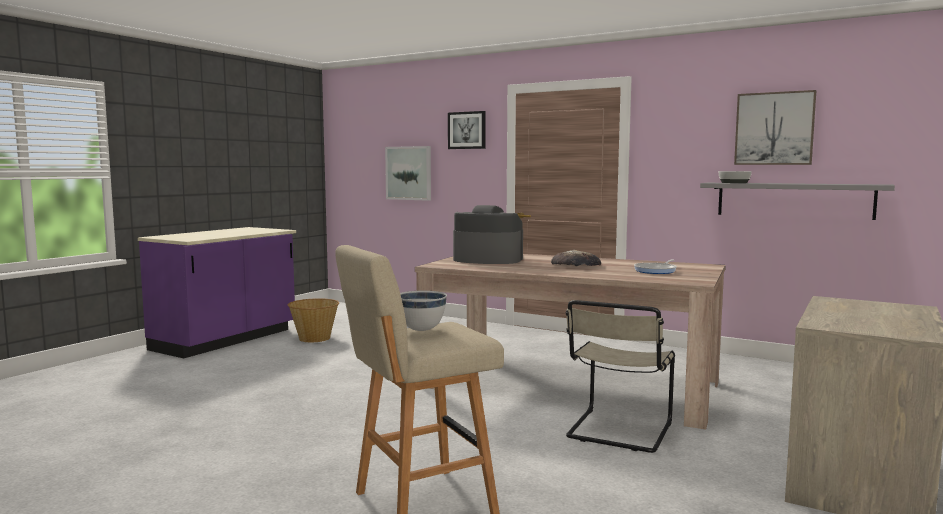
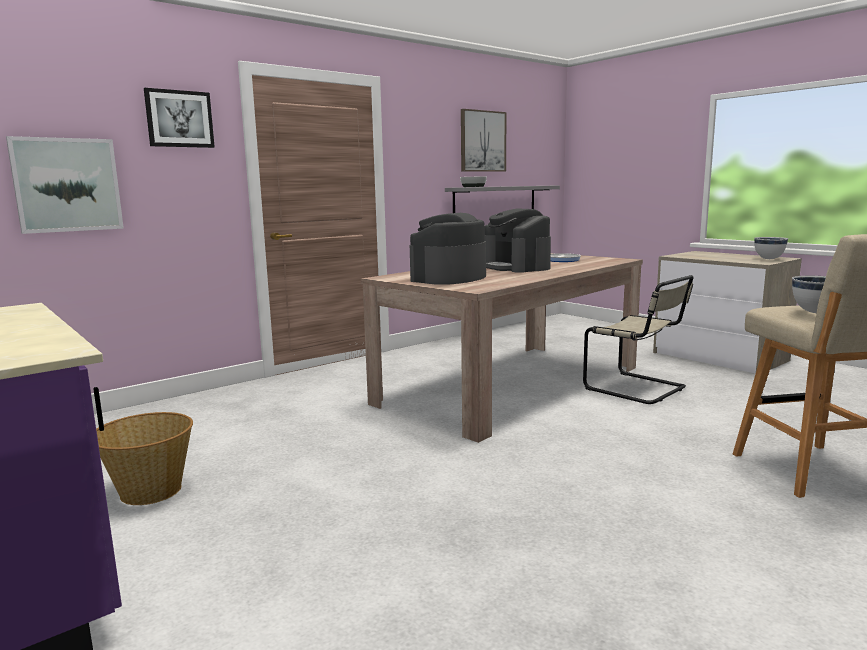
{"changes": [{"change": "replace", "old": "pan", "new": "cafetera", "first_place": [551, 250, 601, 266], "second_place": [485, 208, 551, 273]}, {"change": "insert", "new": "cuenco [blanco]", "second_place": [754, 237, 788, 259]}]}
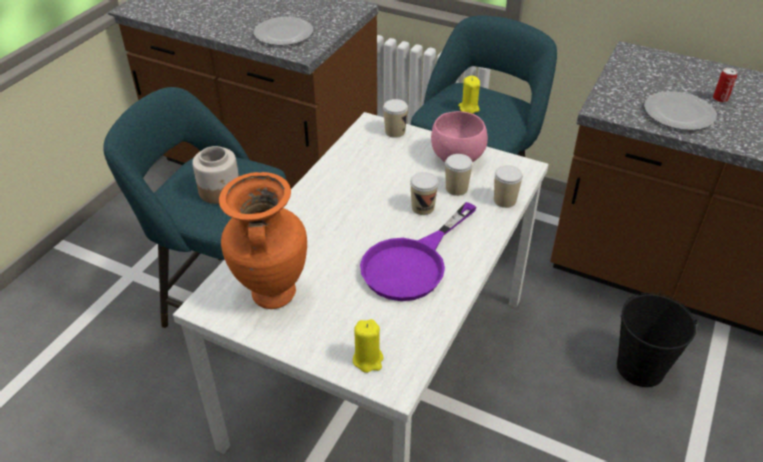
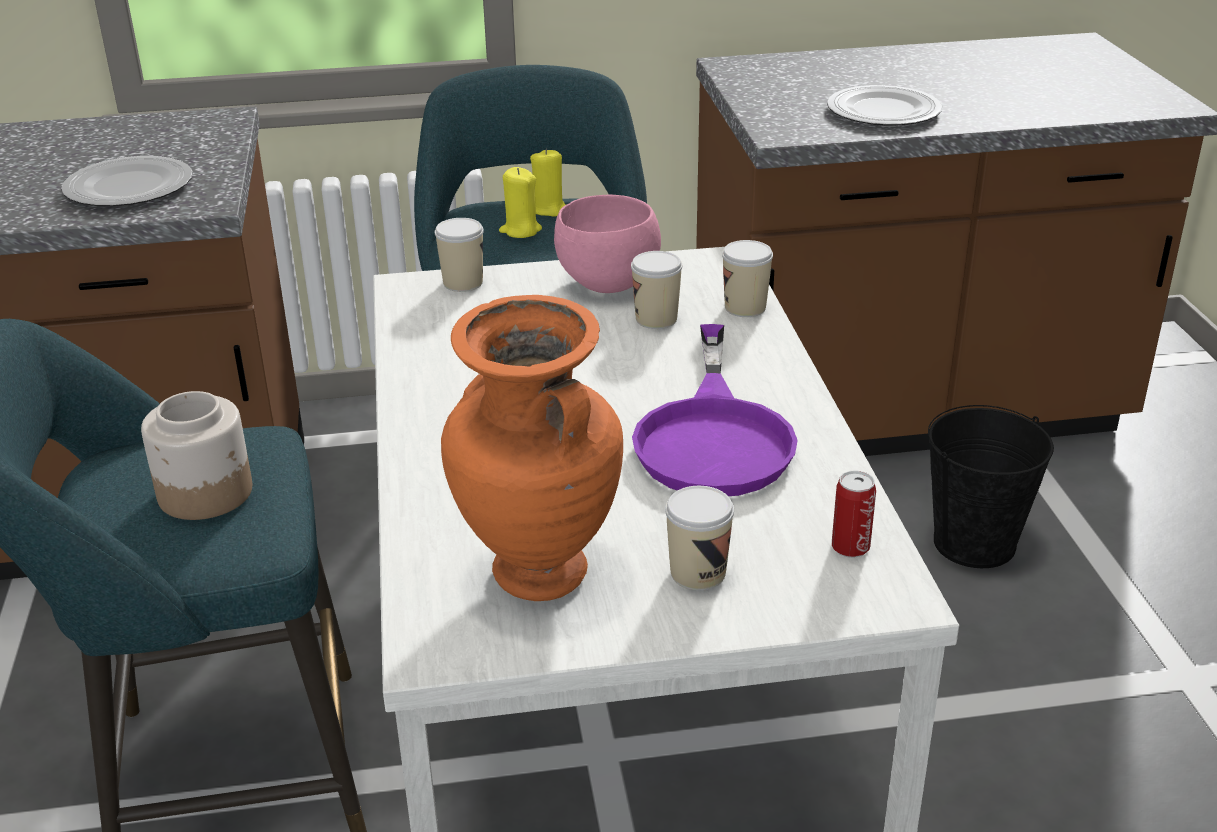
{"changes": [{"change": "move", "old": "lata", "first_place": [713, 68, 738, 103], "second_place": [832, 471, 876, 558]}, {"change": "move", "old": "taza", "first_place": [410, 172, 438, 215], "second_place": [665, 486, 734, 590]}, {"change": "move", "old": "vela [amarillo]", "first_place": [353, 319, 383, 373], "second_place": [530, 148, 566, 217]}]}
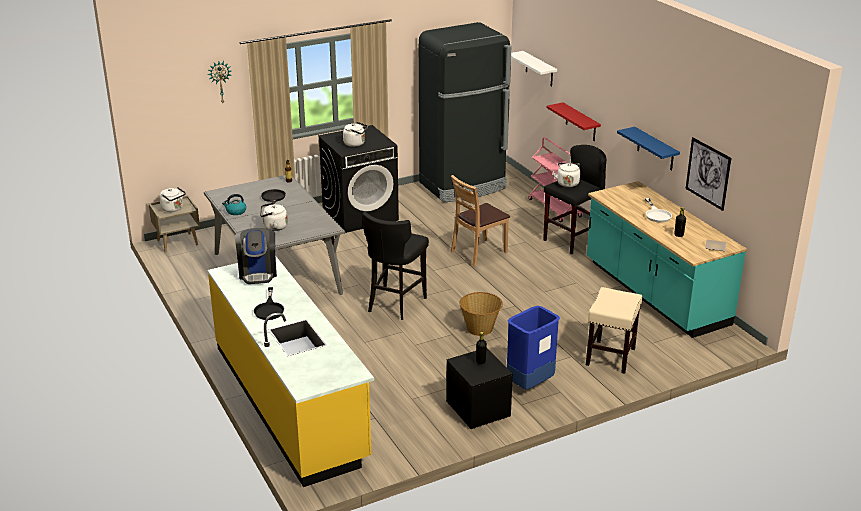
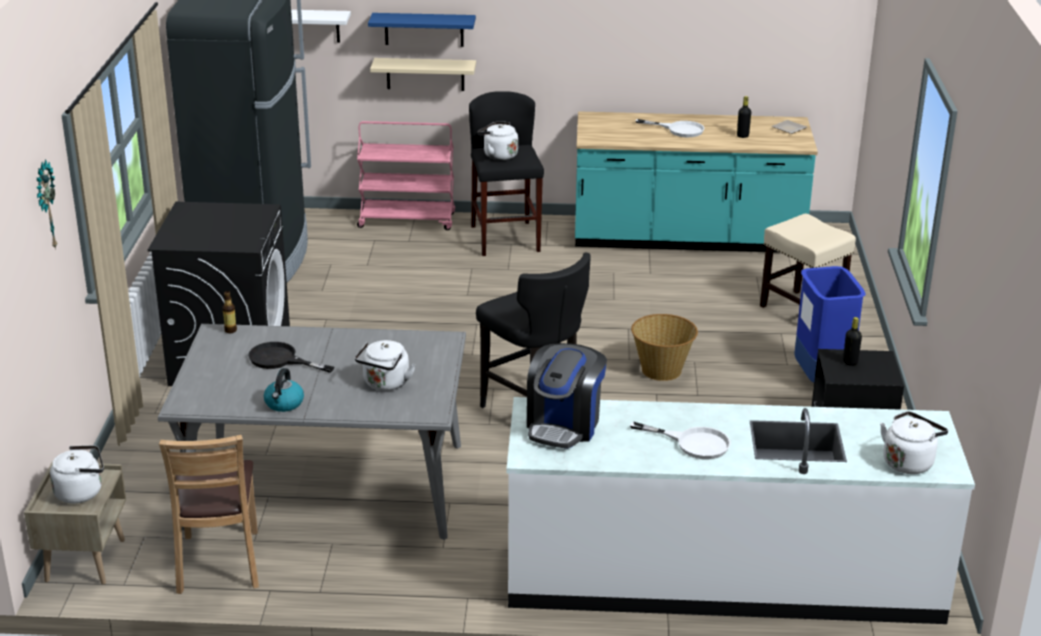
{"changes": [{"change": "recolor", "old": "estante [rojo]", "new": "estante [beis]", "first_place": [547, 102, 601, 141], "second_place": [370, 58, 476, 91]}, {"change": "move", "old": "hervidor [blanco]", "first_place": [343, 122, 368, 147], "second_place": [880, 411, 948, 474]}, {"change": "move", "old": "estante [azul]", "first_place": [617, 127, 680, 171], "second_place": [368, 13, 476, 47]}, {"change": "delete", "old": "cuadro", "first_place": [686, 137, 731, 211]}, {"change": "move", "old": "silla [marrón]", "first_place": [451, 175, 510, 266], "second_place": [159, 435, 259, 594]}, {"change": "rotate", "old": "cafetera", "first_place": [235, 228, 277, 284], "second_place": [527, 343, 607, 449], "degrees": 90}, {"change": "recolor", "old": "mueble bajo de cocina [amarillo]", "new": "mueble bajo de cocina [blanco]", "first_place": [207, 257, 374, 487], "second_place": [507, 397, 975, 624]}, {"change": "recolor", "old": "sartén [negro]", "new": "sartén [blanco]", "first_place": [254, 287, 284, 320], "second_place": [630, 422, 731, 459]}]}
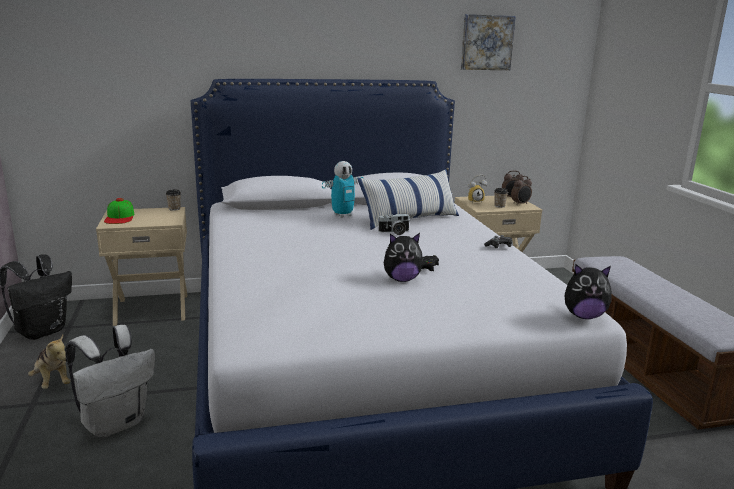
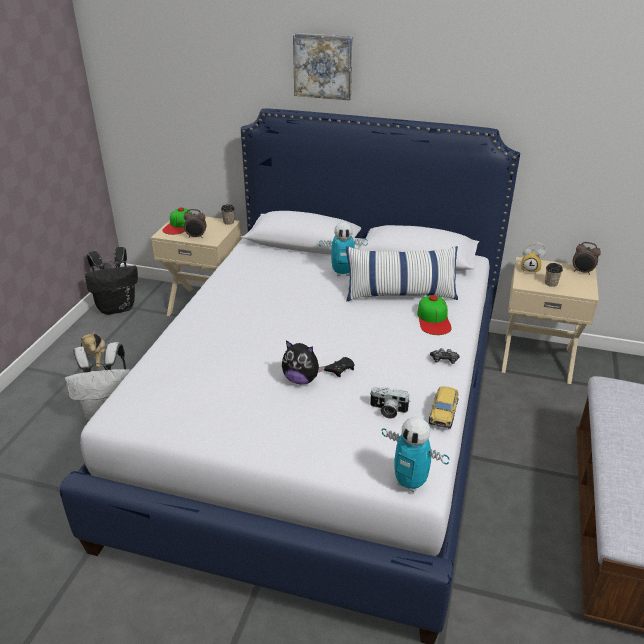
{"changes": [{"change": "move", "old": "cuadro", "first_place": [461, 14, 516, 70], "second_place": [293, 33, 353, 100]}, {"change": "move", "old": "despertador", "first_place": [511, 176, 532, 205], "second_place": [184, 209, 206, 238]}, {"change": "move", "old": "cámara", "first_place": [378, 214, 409, 235], "second_place": [369, 387, 410, 419]}, {"change": "replace", "old": "peluche", "new": "robot de juguete", "first_place": [565, 264, 611, 319], "second_place": [382, 417, 449, 492]}, {"change": "insert", "new": "gorra", "second_place": [417, 295, 452, 335]}, {"change": "insert", "new": "coche de juguete", "second_place": [429, 386, 459, 429]}]}
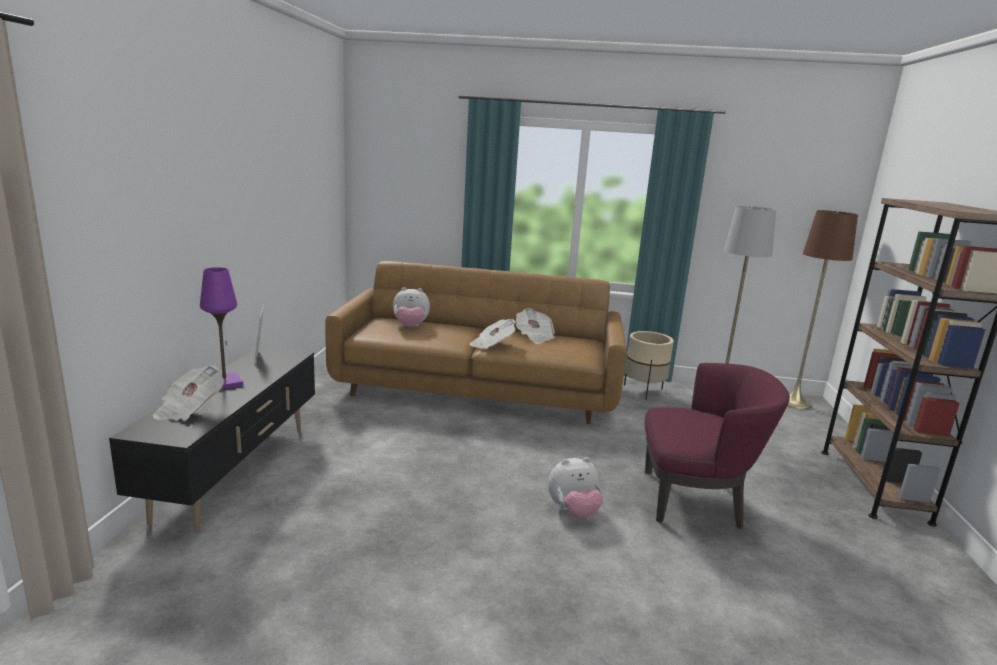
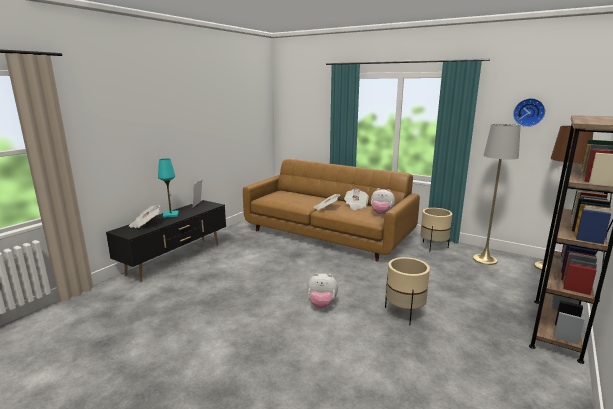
{"changes": [{"change": "recolor", "old": "lámpara de mesa [morado]", "new": "lámpara de mesa [turquesa]", "first_place": [200, 267, 243, 390], "second_place": [158, 158, 179, 218]}, {"change": "move", "old": "peluche", "first_place": [393, 287, 430, 327], "second_place": [371, 188, 395, 214]}, {"change": "replace", "old": "sillón [morado]", "new": "maceta [beis]", "first_place": [645, 363, 790, 529], "second_place": [385, 257, 430, 325]}, {"change": "insert", "new": "reloj de pared", "second_place": [513, 98, 545, 127]}]}
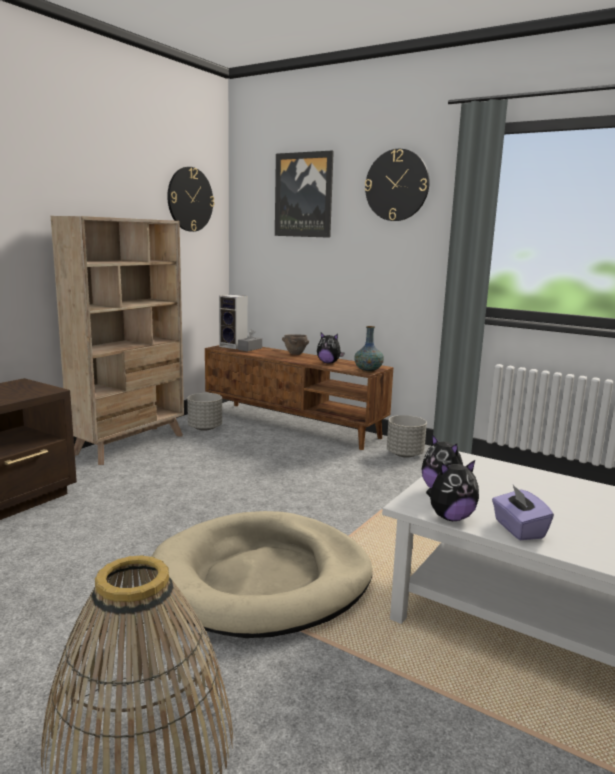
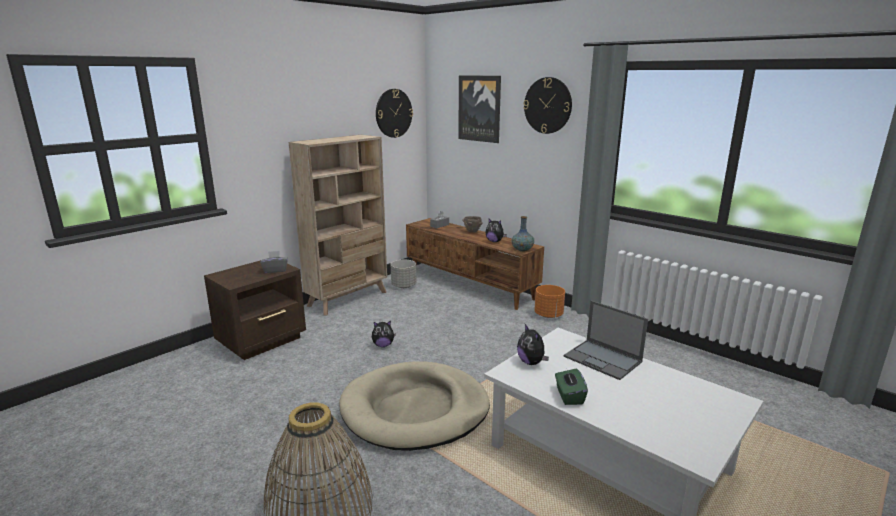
{"changes": [{"change": "delete", "old": "altavoz", "first_place": [219, 294, 248, 349]}, {"change": "recolor", "old": "maceta [gris]", "new": "maceta [naranja]", "first_place": [387, 415, 427, 458], "second_place": [535, 285, 565, 318]}, {"change": "move", "old": "peluche", "first_place": [426, 460, 479, 521], "second_place": [372, 321, 396, 347]}, {"change": "recolor", "old": "caja de pañuelos [morado]", "new": "caja de pañuelos [verde]", "first_place": [492, 485, 554, 540], "second_place": [555, 369, 588, 405]}, {"change": "insert", "new": "caja de pañuelos [gris]", "second_place": [260, 251, 288, 273]}, {"change": "insert", "new": "portátil", "second_place": [564, 300, 648, 380]}]}
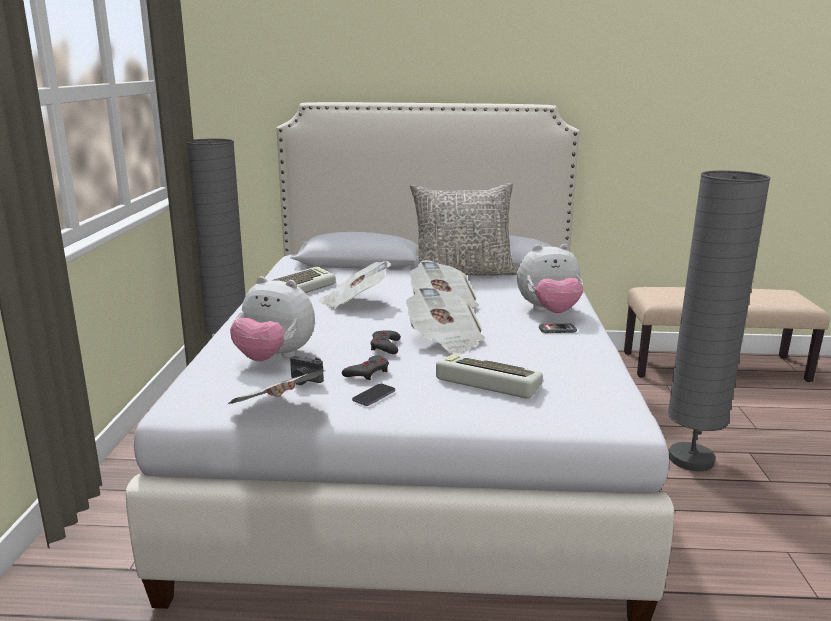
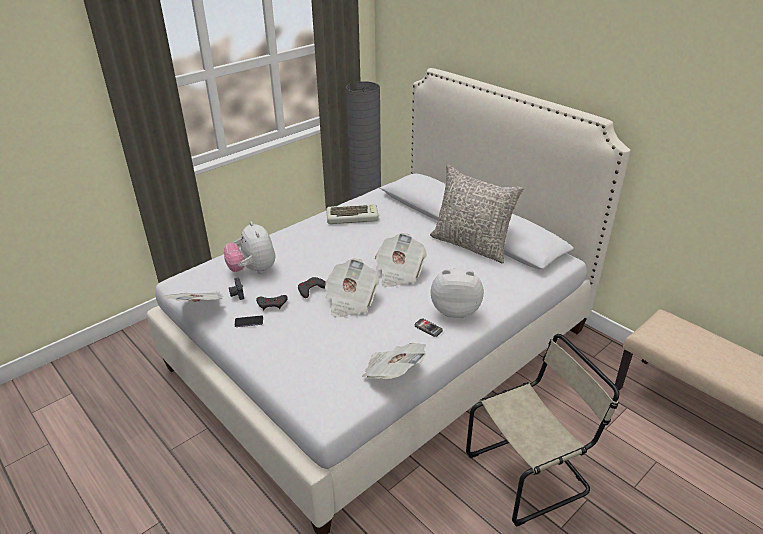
{"changes": [{"change": "replace", "old": "lámpara de pie [gris]", "new": "silla [beis]", "first_place": [668, 170, 771, 471], "second_place": [466, 334, 619, 527]}, {"change": "rotate", "old": "peluche", "first_place": [517, 244, 583, 313], "second_place": [430, 269, 484, 318], "degrees": 150}, {"change": "move", "old": "periódico", "first_place": [320, 261, 391, 308], "second_place": [362, 343, 426, 379]}, {"change": "delete", "old": "teclado", "first_place": [436, 354, 543, 399]}]}
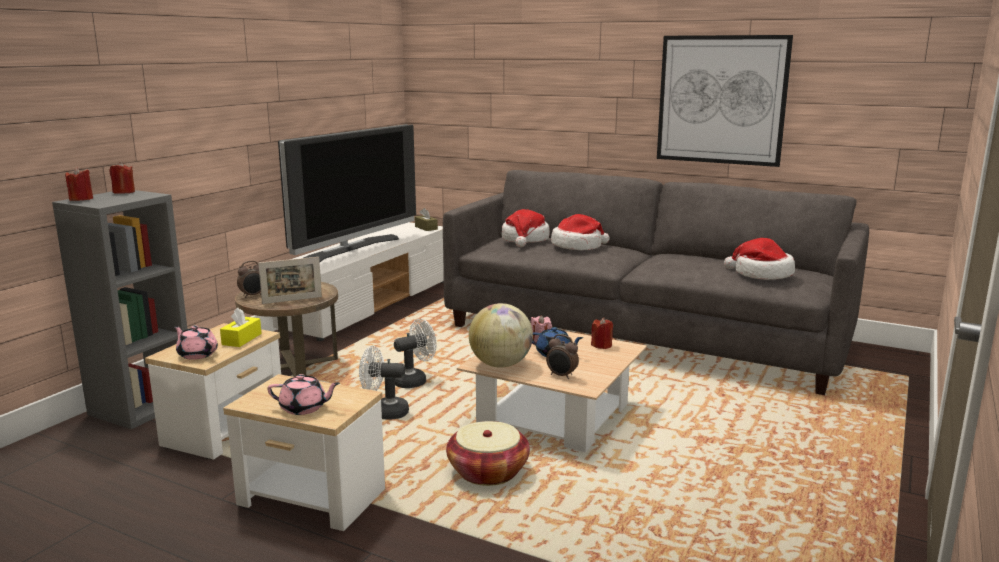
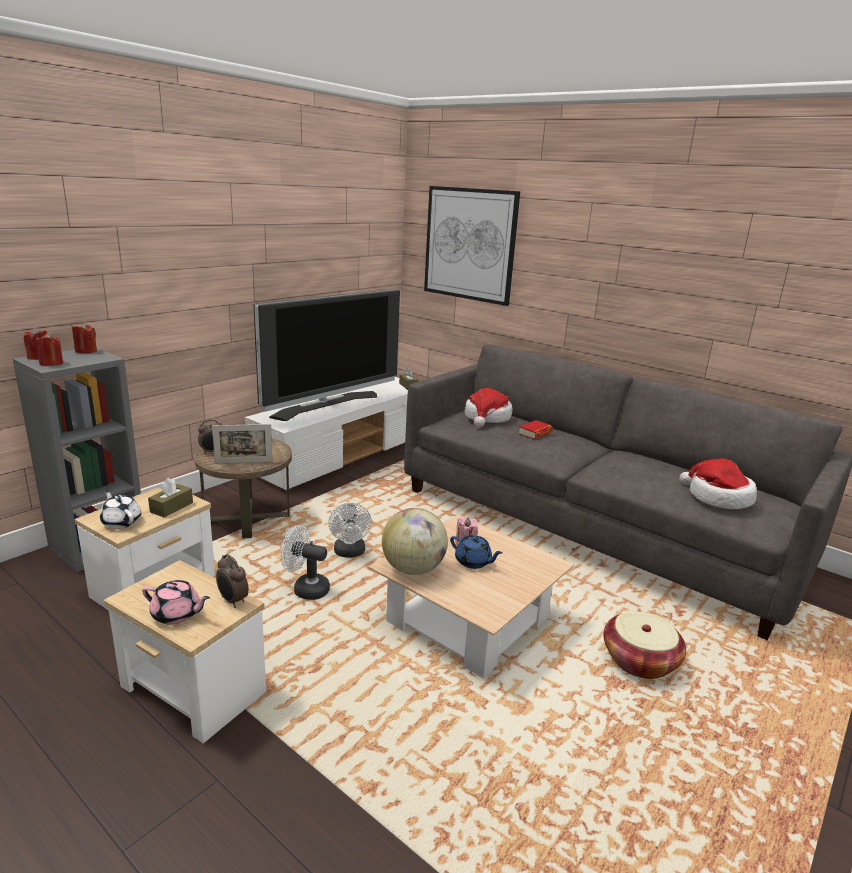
{"changes": [{"change": "move", "old": "cuadro", "first_place": [657, 35, 793, 167], "second_place": [424, 186, 520, 306]}, {"change": "replace", "old": "sombrero", "new": "libro", "first_place": [551, 214, 610, 250], "second_place": [518, 420, 553, 440]}, {"change": "recolor", "old": "caja de pañuelos [amarillo]", "new": "caja de pañuelos [marrón]", "first_place": [220, 308, 262, 347], "second_place": [148, 478, 193, 517]}, {"change": "move", "old": "vela [rojo]", "first_place": [591, 318, 613, 349], "second_place": [36, 333, 63, 366]}, {"change": "rotate", "old": "ventilador [blanco]", "first_place": [394, 319, 436, 388], "second_place": [328, 503, 372, 558], "degrees": 105}, {"change": "recolor", "old": "tetera [rosa]", "new": "tetera [blanco]", "first_place": [174, 325, 218, 360], "second_place": [100, 491, 141, 529]}, {"change": "move", "old": "despertador", "first_place": [546, 334, 579, 379], "second_place": [216, 554, 249, 608]}, {"change": "move", "old": "cesta", "first_place": [446, 421, 530, 486], "second_place": [603, 611, 686, 679]}]}
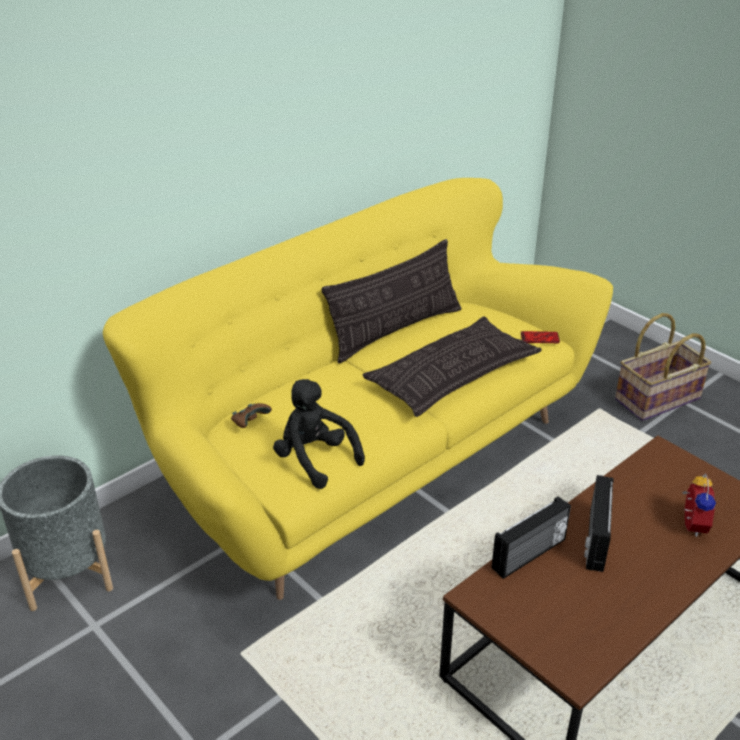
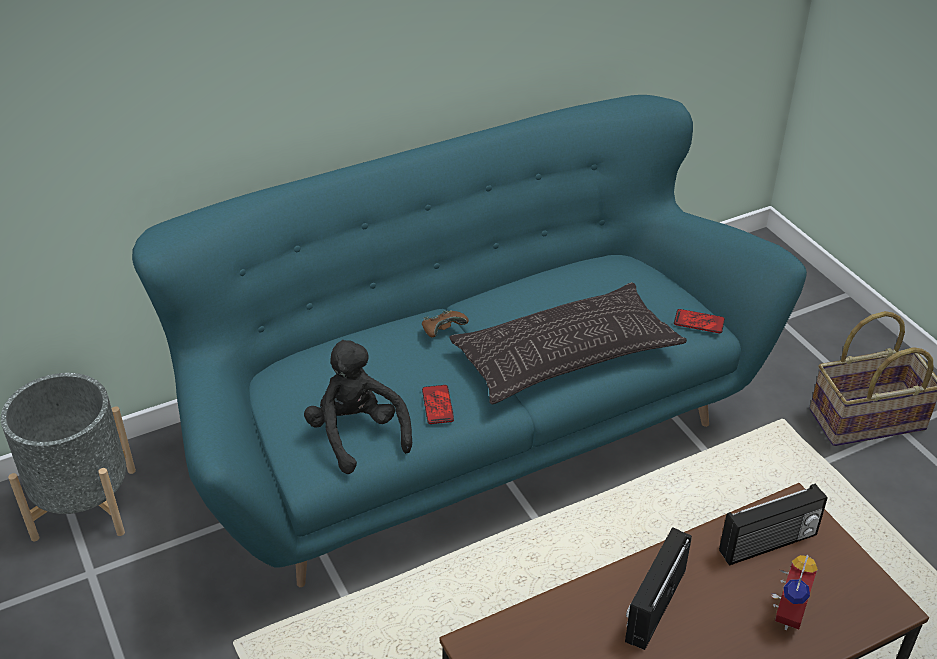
{"changes": [{"change": "recolor", "old": "sofá [amarillo]", "new": "sofá [turquesa]", "first_place": [103, 178, 613, 600], "second_place": [132, 95, 807, 587]}, {"change": "delete", "old": "cojín", "first_place": [322, 239, 462, 364]}, {"change": "move", "old": "mando de consola [marrón]", "first_place": [231, 403, 272, 428], "second_place": [422, 310, 469, 337]}, {"change": "move", "old": "radio", "first_place": [492, 496, 571, 579], "second_place": [719, 484, 827, 566]}, {"change": "insert", "new": "móvil", "second_place": [422, 385, 454, 424]}]}
